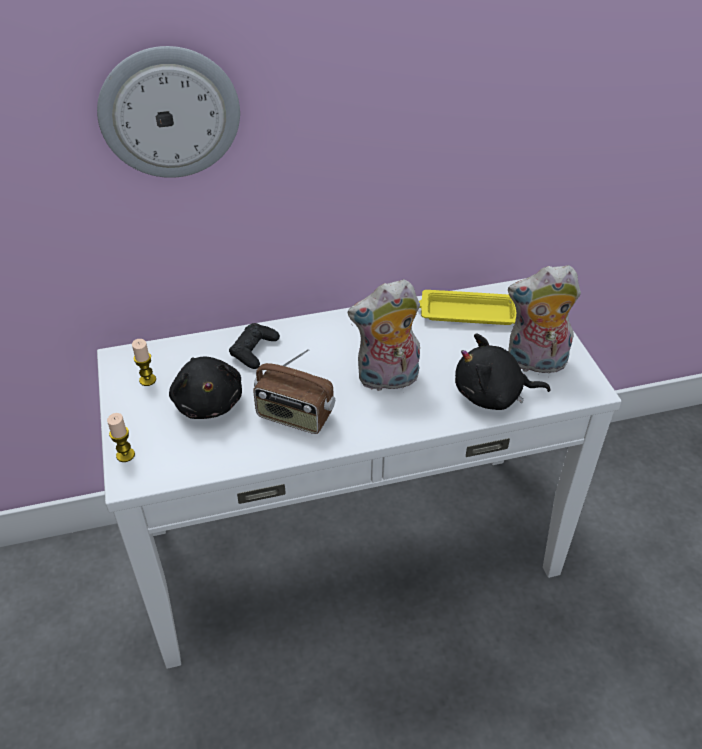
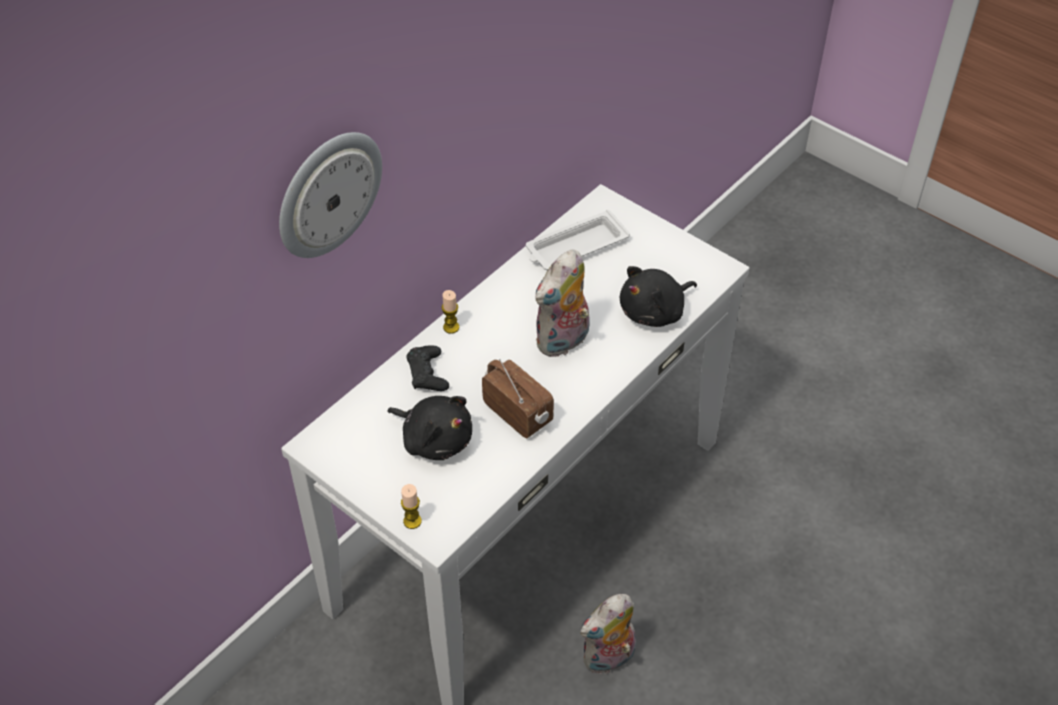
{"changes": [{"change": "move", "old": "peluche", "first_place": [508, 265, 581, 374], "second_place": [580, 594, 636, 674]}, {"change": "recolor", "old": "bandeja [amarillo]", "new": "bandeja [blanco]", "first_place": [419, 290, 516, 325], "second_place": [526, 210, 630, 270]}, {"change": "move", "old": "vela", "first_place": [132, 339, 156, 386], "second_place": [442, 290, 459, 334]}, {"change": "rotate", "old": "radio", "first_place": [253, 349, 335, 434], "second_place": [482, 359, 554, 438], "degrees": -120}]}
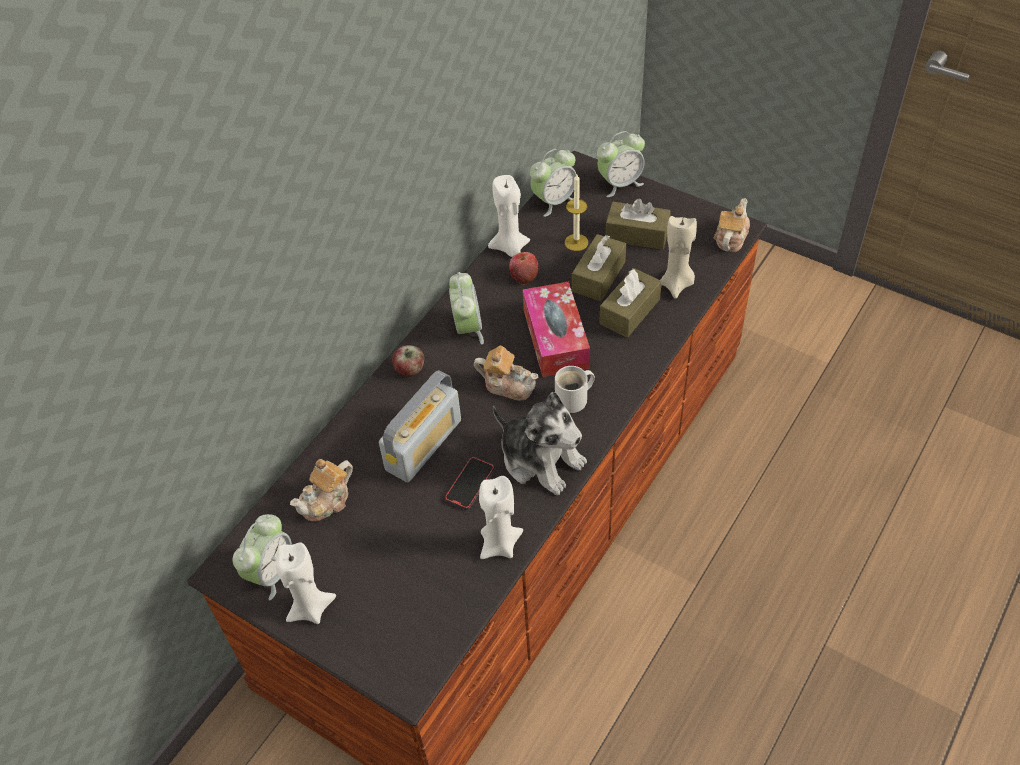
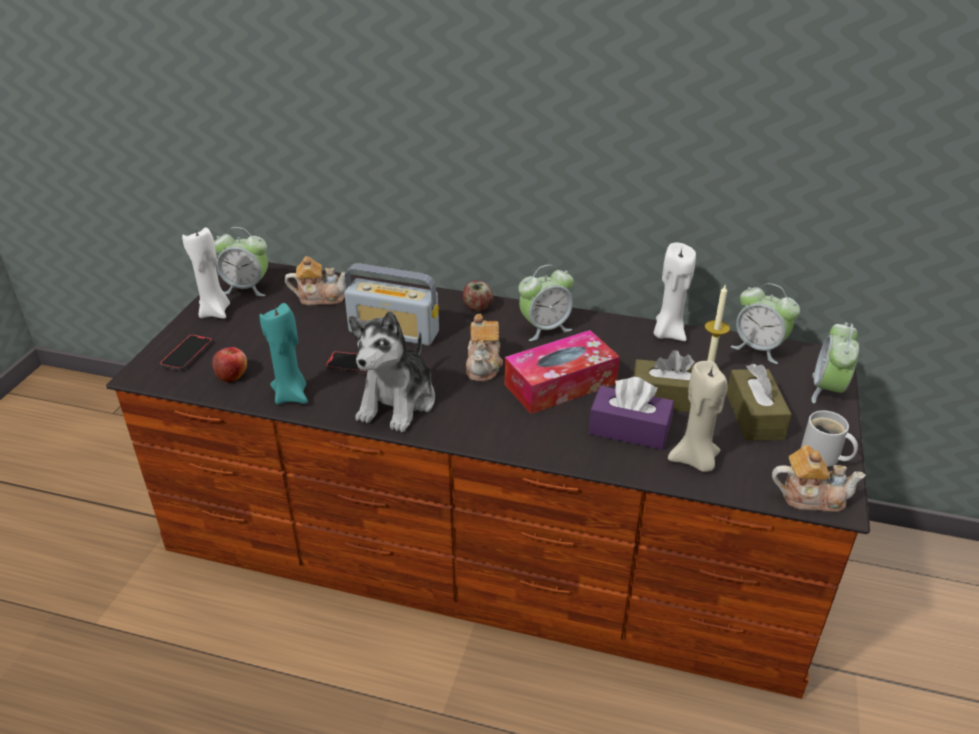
{"changes": [{"change": "rotate", "old": "despertador", "first_place": [597, 131, 645, 197], "second_place": [811, 323, 859, 403], "degrees": 60}, {"change": "move", "old": "manzana", "first_place": [509, 252, 538, 285], "second_place": [212, 347, 247, 383]}, {"change": "recolor", "old": "caja de pañuelos [marrón]", "new": "caja de pañuelos [morado]", "first_place": [600, 268, 662, 338], "second_place": [589, 377, 674, 450]}, {"change": "move", "old": "taza grande [blanco]", "first_place": [555, 366, 595, 413], "second_place": [801, 410, 858, 467]}, {"change": "rotate", "old": "tetera", "first_place": [290, 459, 353, 522], "second_place": [285, 256, 346, 305], "degrees": 150}, {"change": "recolor", "old": "vela [blanco]", "new": "vela [turquesa]", "first_place": [479, 476, 523, 559], "second_place": [260, 303, 308, 405]}, {"change": "insert", "new": "móvil", "second_place": [160, 334, 212, 371]}]}
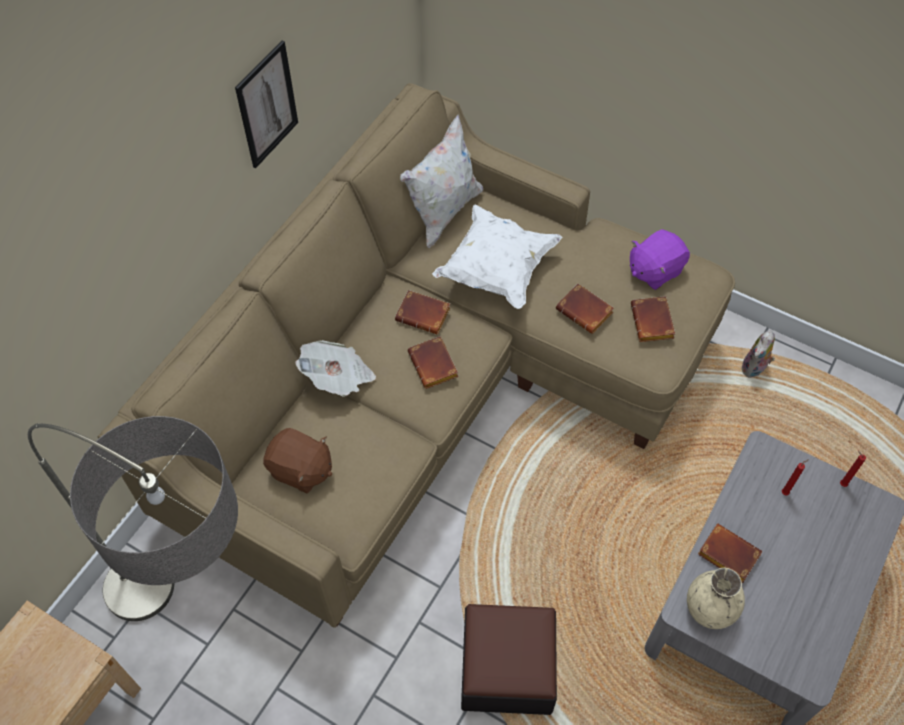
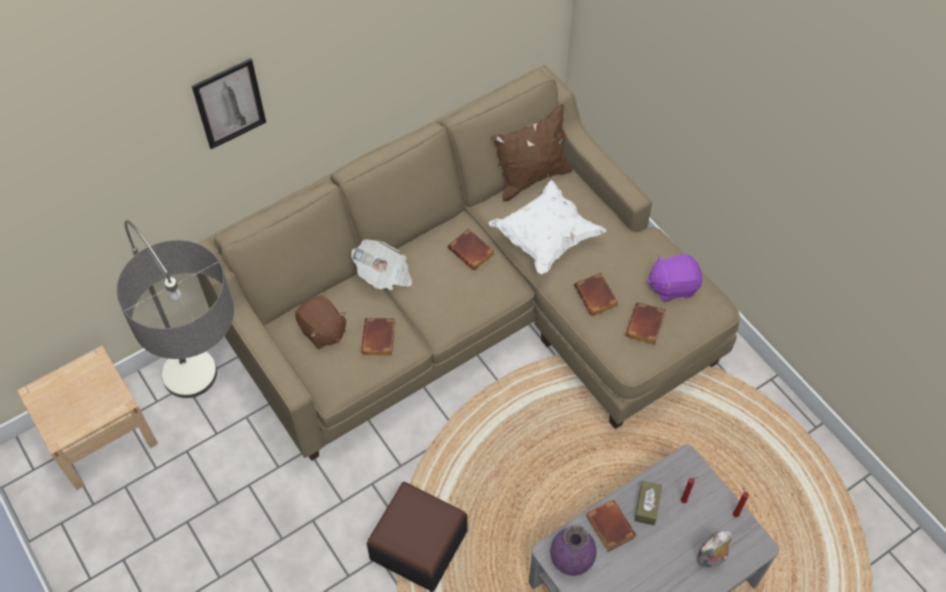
{"changes": [{"change": "move", "old": "cuadro", "first_place": [235, 41, 298, 168], "second_place": [192, 58, 266, 149]}, {"change": "recolor", "old": "cojín [blanco]", "new": "cojín [marrón]", "first_place": [400, 115, 483, 248], "second_place": [491, 104, 573, 202]}, {"change": "move", "old": "peluche", "first_place": [742, 330, 775, 378], "second_place": [697, 530, 732, 568]}, {"change": "move", "old": "libro [marrón]", "first_place": [407, 336, 459, 389], "second_place": [361, 317, 395, 356]}, {"change": "recolor", "old": "florero [beis]", "new": "florero [morado]", "first_place": [687, 568, 745, 629], "second_place": [550, 525, 597, 576]}, {"change": "insert", "new": "caja de pañuelos [marrón]", "second_place": [634, 481, 662, 526]}]}
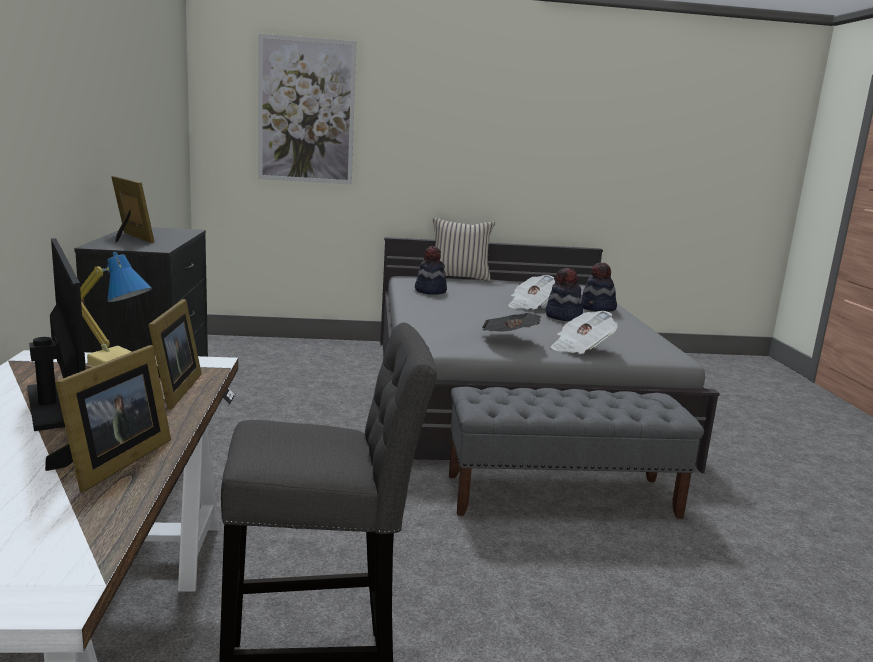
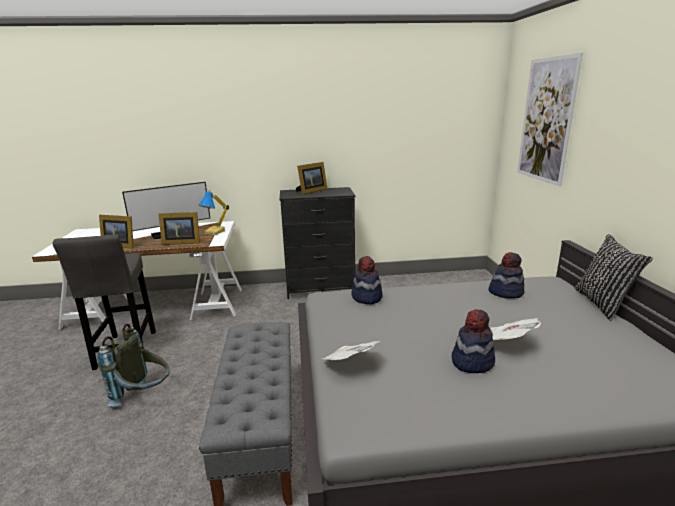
{"changes": [{"change": "recolor", "old": "cojín [beis]", "new": "cojín [negro]", "first_place": [432, 218, 495, 281], "second_place": [574, 234, 653, 321]}, {"change": "move", "old": "sombrero", "first_place": [582, 263, 617, 312], "second_place": [351, 256, 383, 305]}, {"change": "delete", "old": "periódico", "first_place": [482, 313, 541, 332]}, {"change": "insert", "new": "mochila [gris]", "second_place": [97, 324, 169, 406]}]}
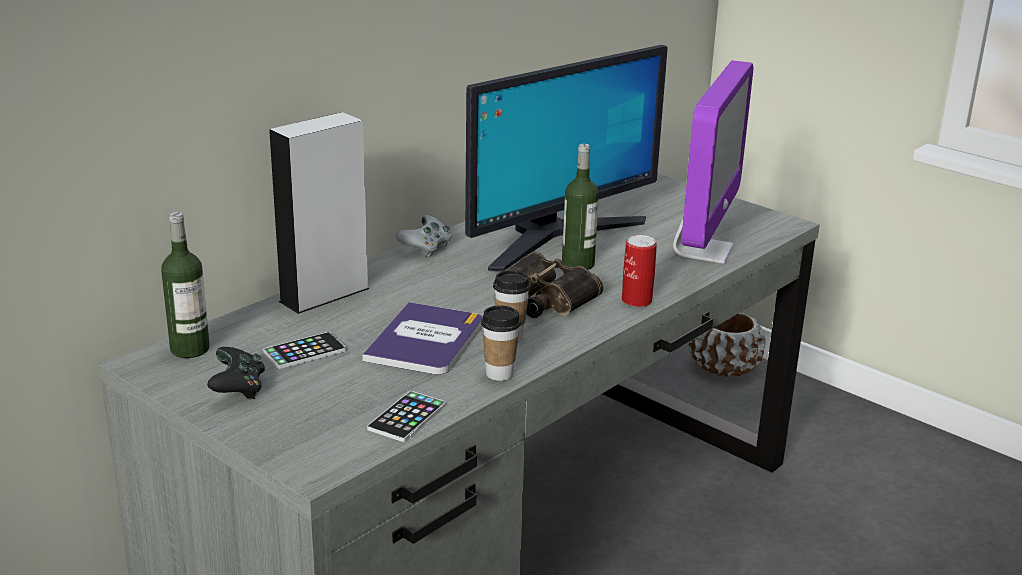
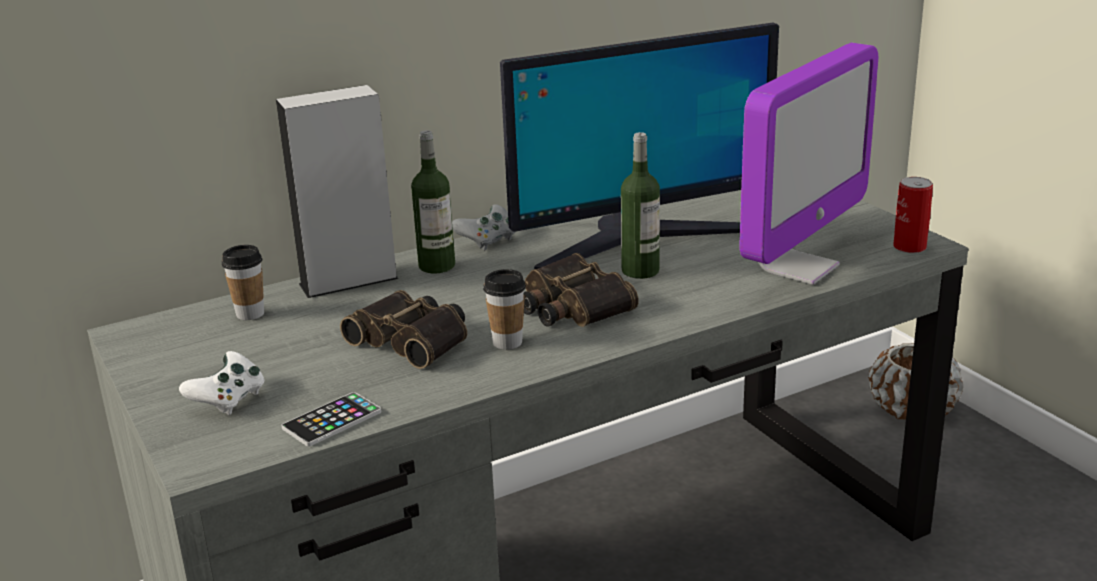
{"changes": [{"change": "move", "old": "botella", "first_place": [161, 212, 210, 358], "second_place": [411, 130, 455, 273]}, {"change": "move", "old": "lata", "first_place": [622, 235, 657, 307], "second_place": [893, 177, 933, 253]}, {"change": "replace", "old": "libro", "new": "prismáticos", "first_place": [362, 302, 482, 375], "second_place": [340, 290, 467, 369]}, {"change": "move", "old": "taza", "first_place": [481, 305, 521, 381], "second_place": [222, 245, 264, 320]}, {"change": "delete", "old": "móvil", "first_place": [263, 332, 346, 369]}, {"change": "delete", "old": "mando de consola [negro]", "first_place": [207, 347, 265, 399]}, {"change": "insert", "new": "mando de consola [blanco]", "second_place": [179, 351, 265, 415]}]}
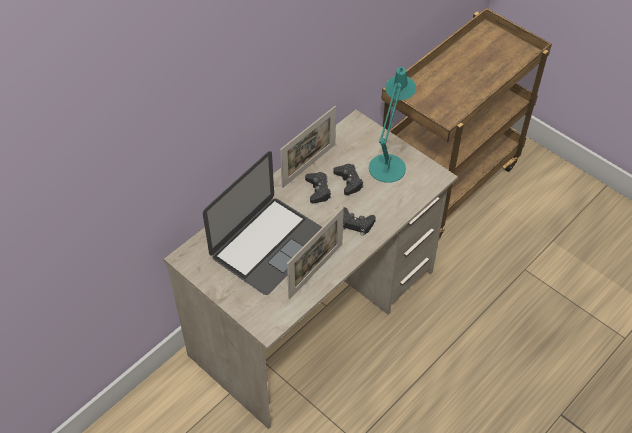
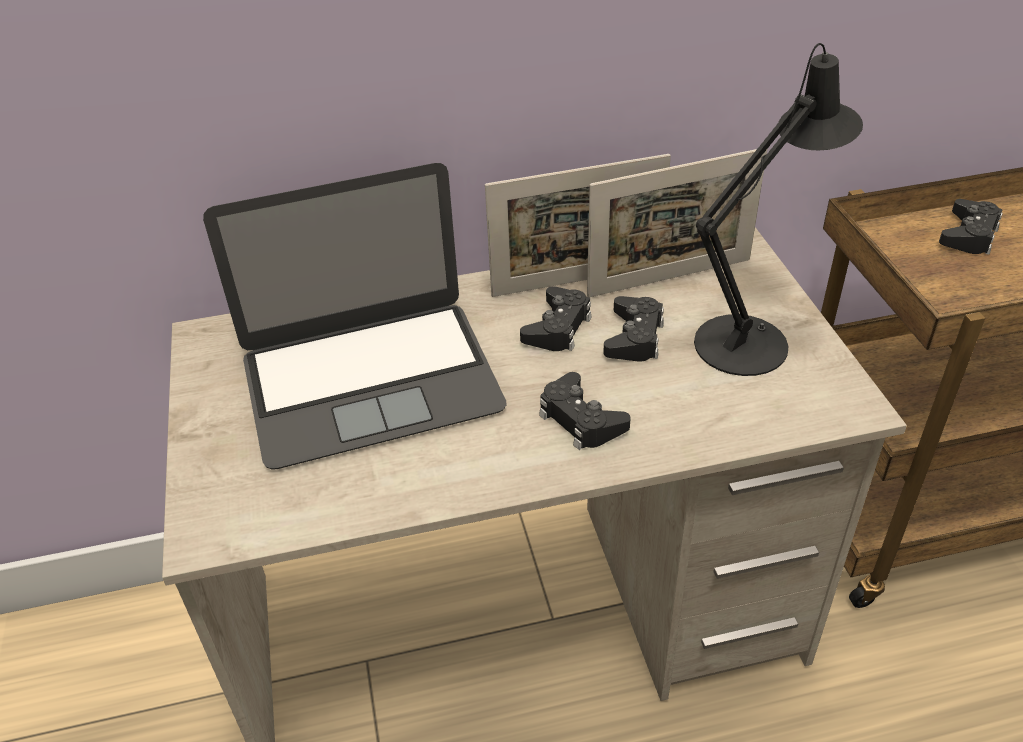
{"changes": [{"change": "recolor", "old": "lámpara de mesa [turquesa]", "new": "lámpara de mesa [negro]", "first_place": [369, 67, 416, 183], "second_place": [694, 43, 863, 376]}, {"change": "move", "old": "portarretratos", "first_place": [287, 207, 344, 299], "second_place": [587, 149, 767, 298]}, {"change": "insert", "new": "mando de consola [negro]", "second_place": [939, 199, 1003, 255]}]}
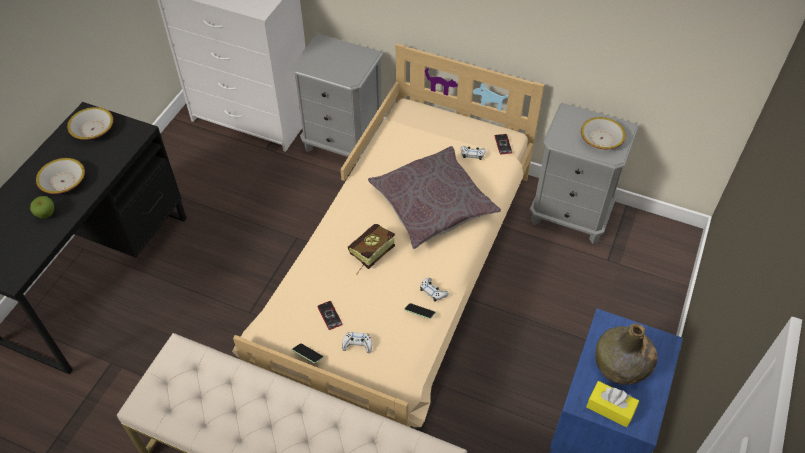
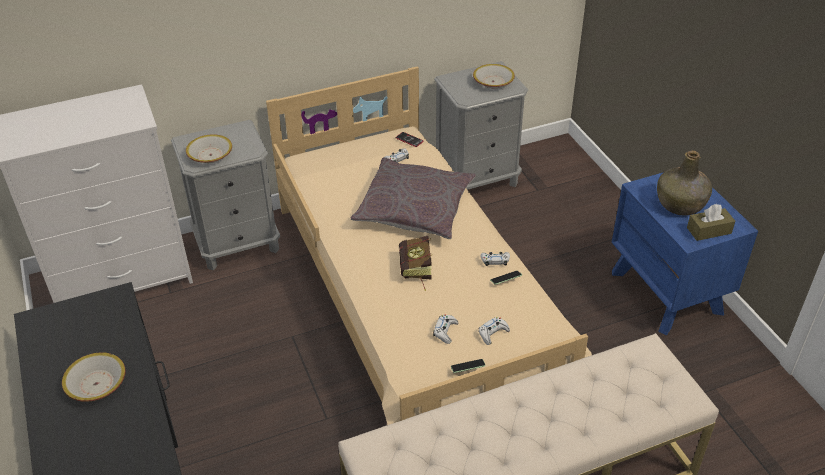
{"changes": [{"change": "move", "old": "cuenco", "first_place": [67, 107, 114, 140], "second_place": [186, 134, 232, 163]}, {"change": "delete", "old": "manzana", "first_place": [30, 196, 54, 219]}, {"change": "replace", "old": "móvil", "new": "mando de consola [blanco]", "first_place": [317, 301, 342, 330], "second_place": [433, 314, 458, 344]}, {"change": "recolor", "old": "caja de pañuelos [amarillo]", "new": "caja de pañuelos [marrón]", "first_place": [586, 381, 639, 427], "second_place": [687, 204, 735, 241]}]}
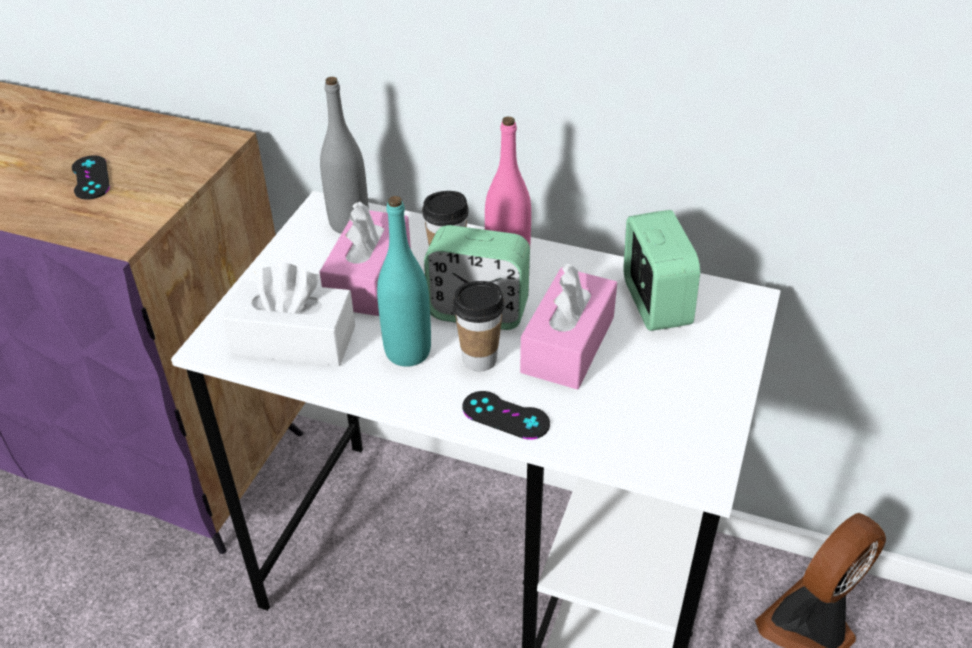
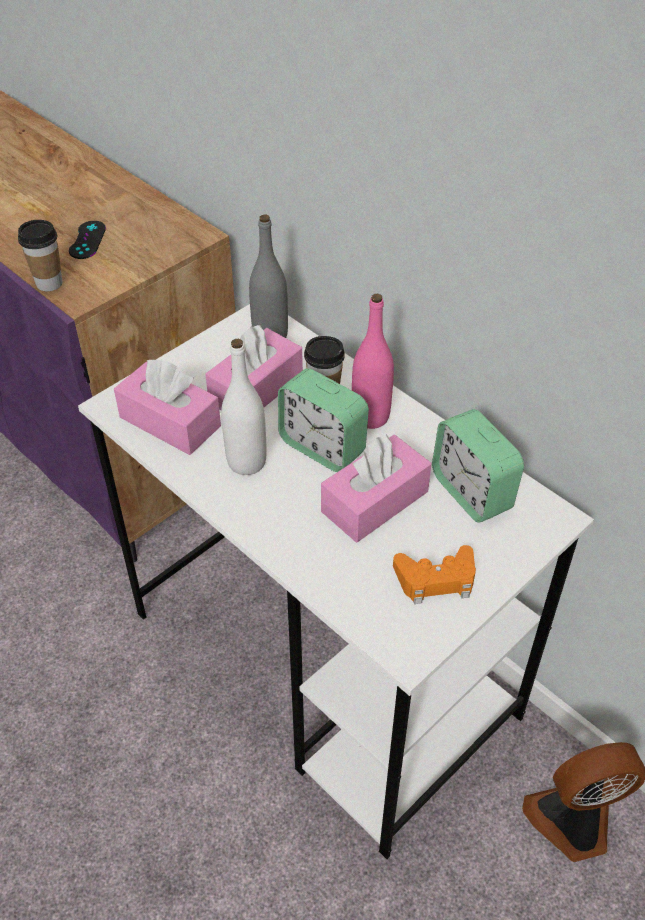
{"changes": [{"change": "recolor", "old": "botella [turquesa]", "new": "botella [blanco]", "first_place": [377, 196, 431, 367], "second_place": [221, 339, 267, 475]}, {"change": "rotate", "old": "despertador", "first_place": [623, 210, 700, 331], "second_place": [432, 409, 524, 523], "degrees": 135}, {"change": "recolor", "old": "caja de pañuelos [blanco]", "new": "caja de pañuelos [rosa]", "first_place": [222, 263, 355, 366], "second_place": [114, 359, 221, 455]}, {"change": "move", "old": "taza", "first_place": [453, 281, 504, 372], "second_place": [18, 220, 63, 291]}, {"change": "delete", "old": "mando de consola [negro]", "first_place": [462, 391, 550, 440]}, {"change": "insert", "new": "mando de consola [naranja]", "second_place": [393, 545, 476, 604]}]}
